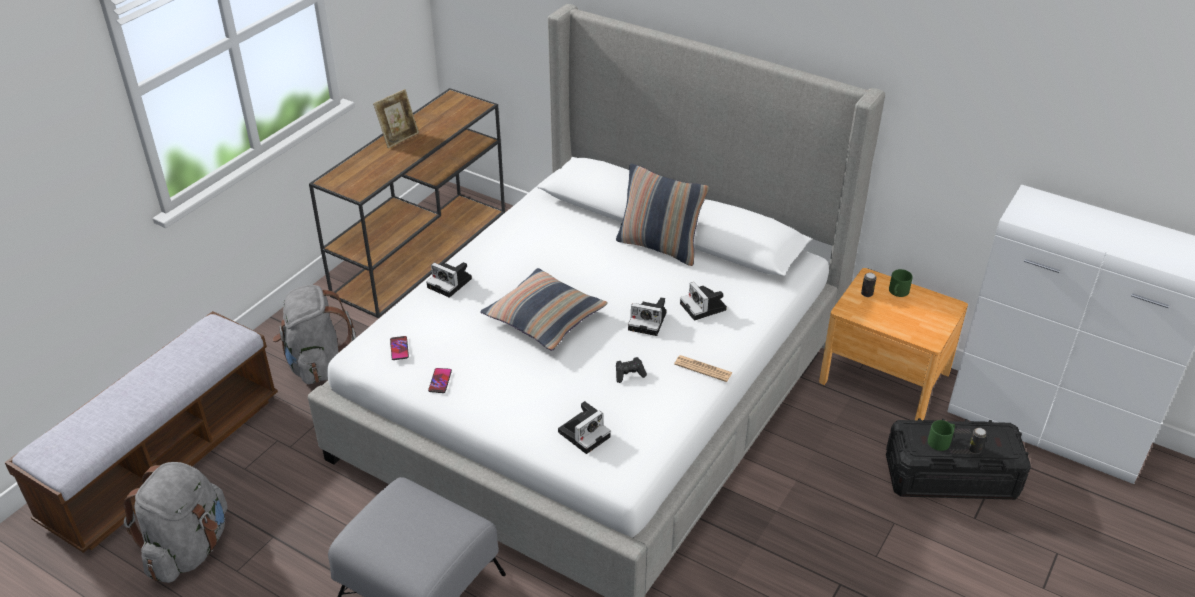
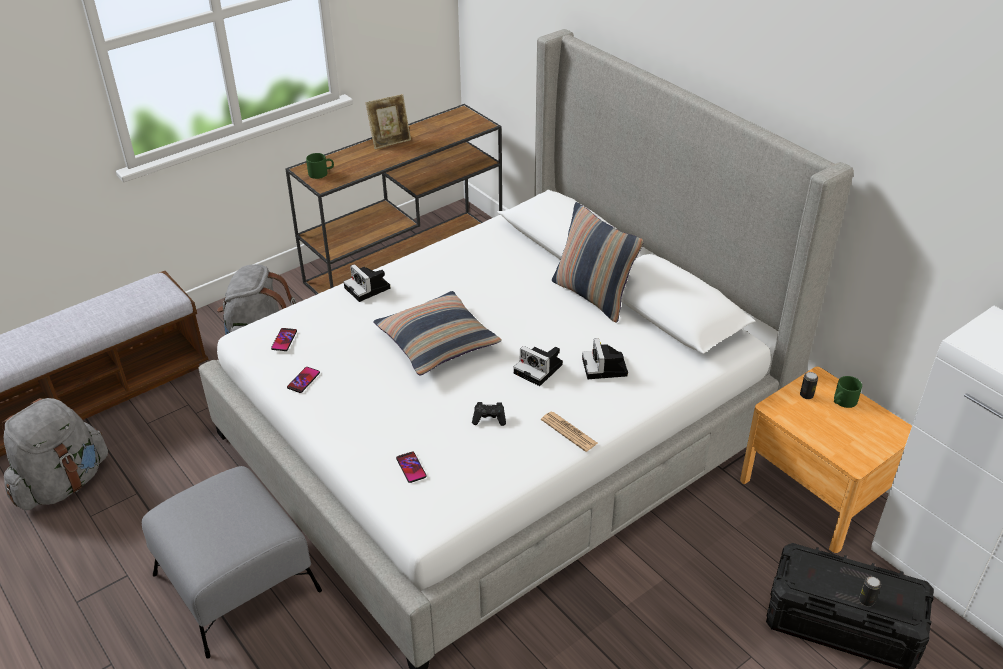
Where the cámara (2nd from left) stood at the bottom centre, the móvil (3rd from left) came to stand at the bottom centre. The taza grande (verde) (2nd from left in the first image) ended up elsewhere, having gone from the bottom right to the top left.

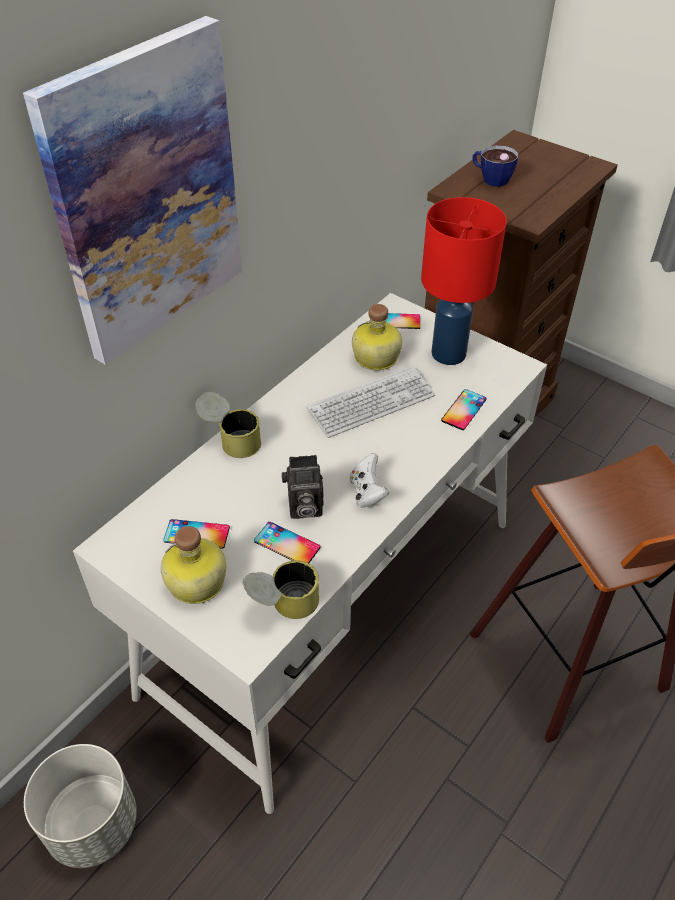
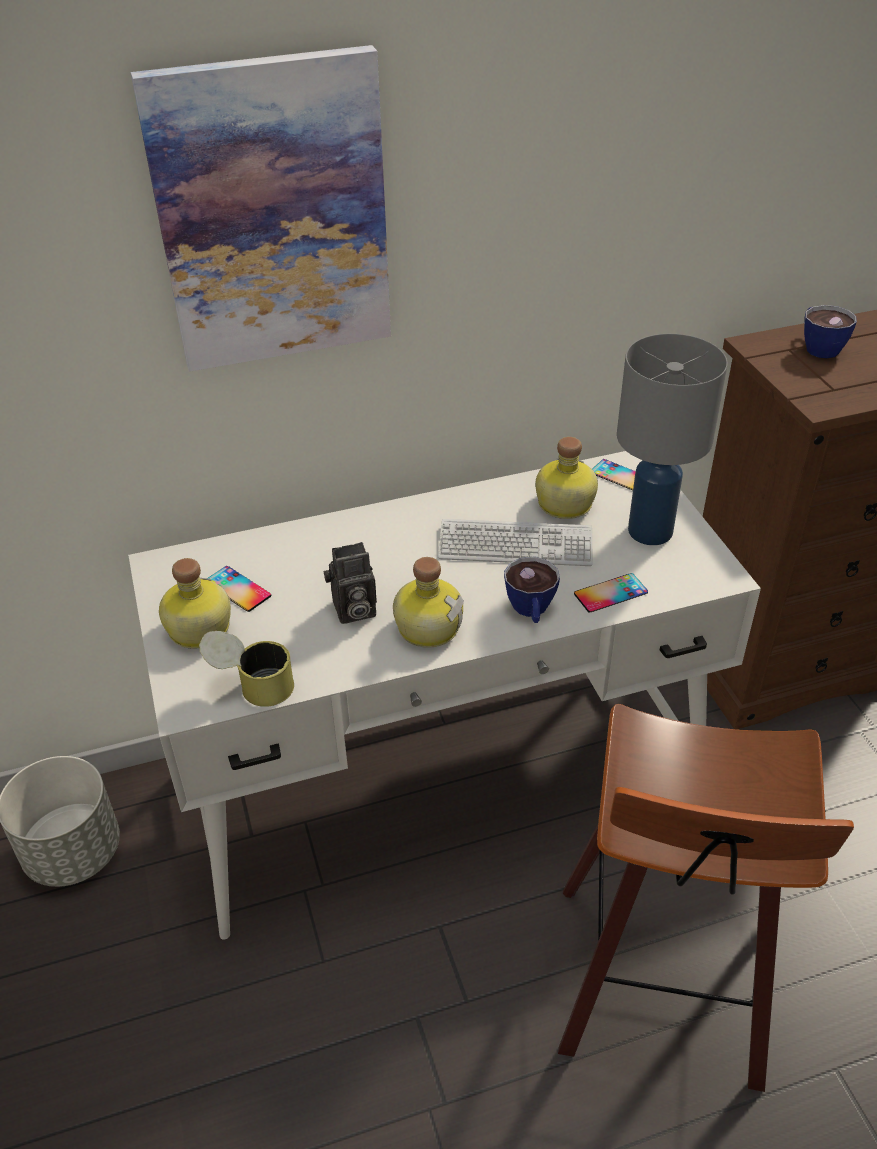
What was the lámpara de mesa (rojo) at the top right turned into the lámpara de mesa (gris) at the middle right. The second view lost the lata (1st from left) at the centre. Where the mando de consola (blanco) stood at the centre, the botella (2nd from left) came to stand at the centre. The cámara at the centre ended up facing another way, 45 degrees counterclockwise from before. The second view lost the móvil (2nd from left) at the centre. The second view gained the taza (1st from left) at the centre.

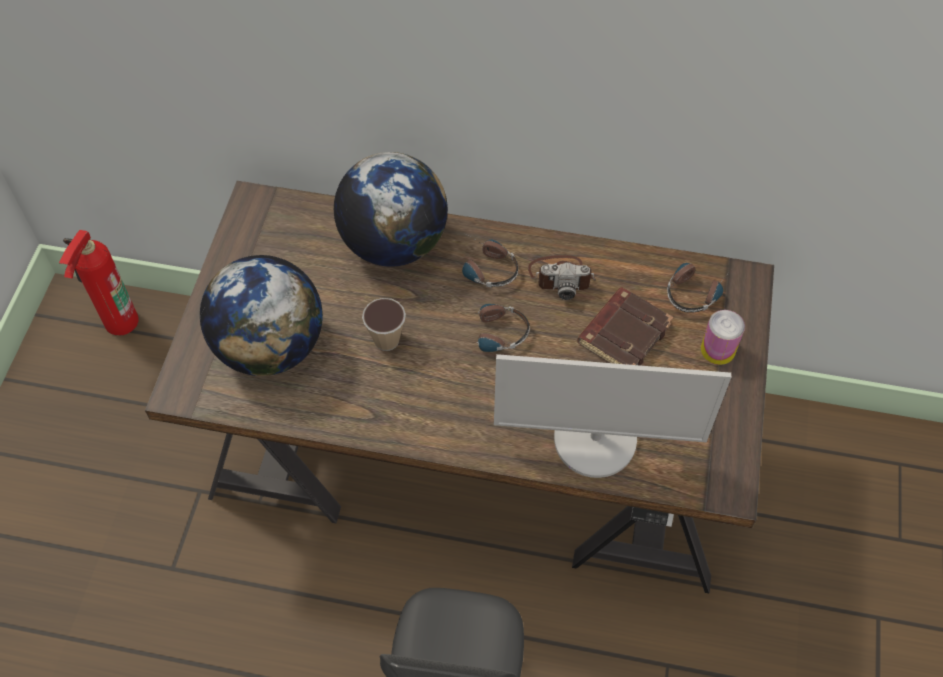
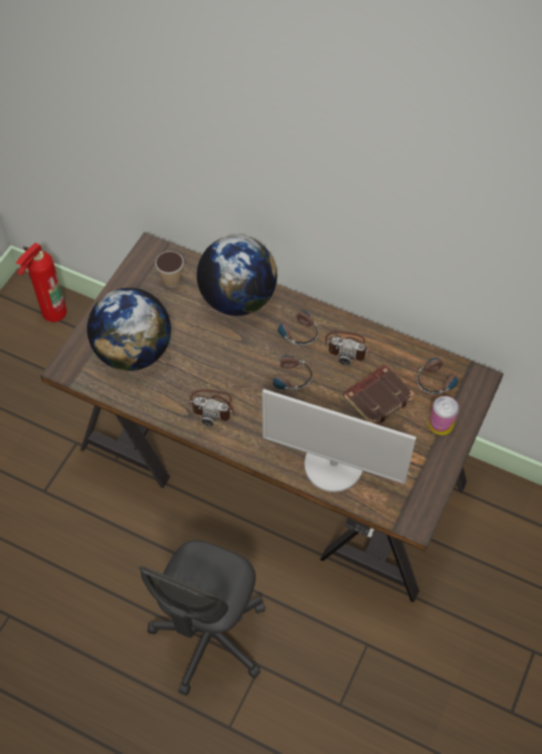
The taza ended up elsewhere, having gone from the centre to the middle left. The second view gained the cámara (1st from left) at the centre.

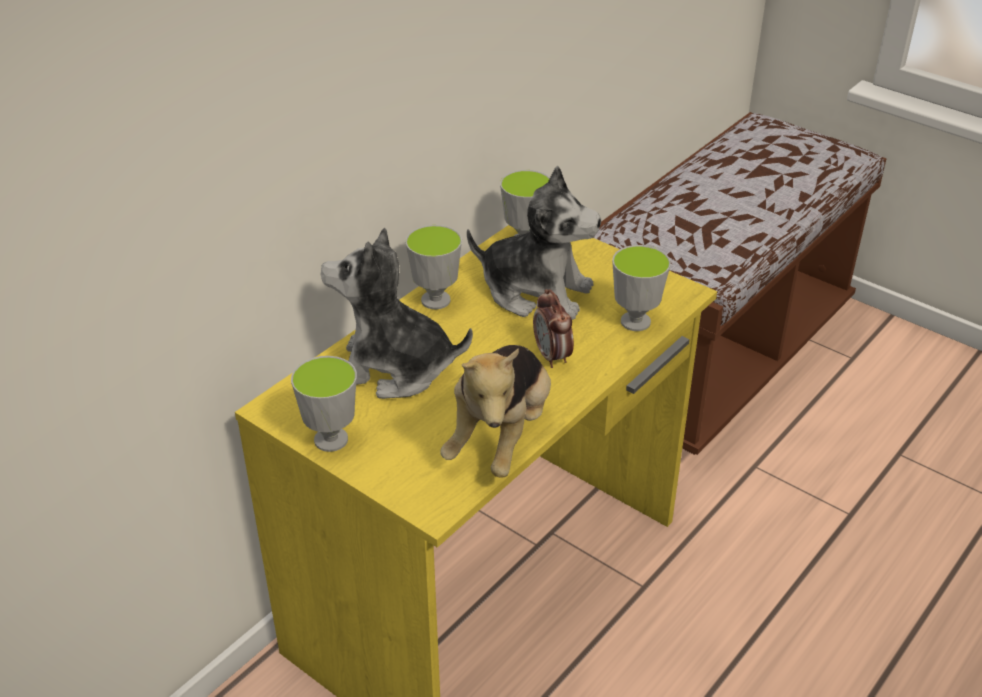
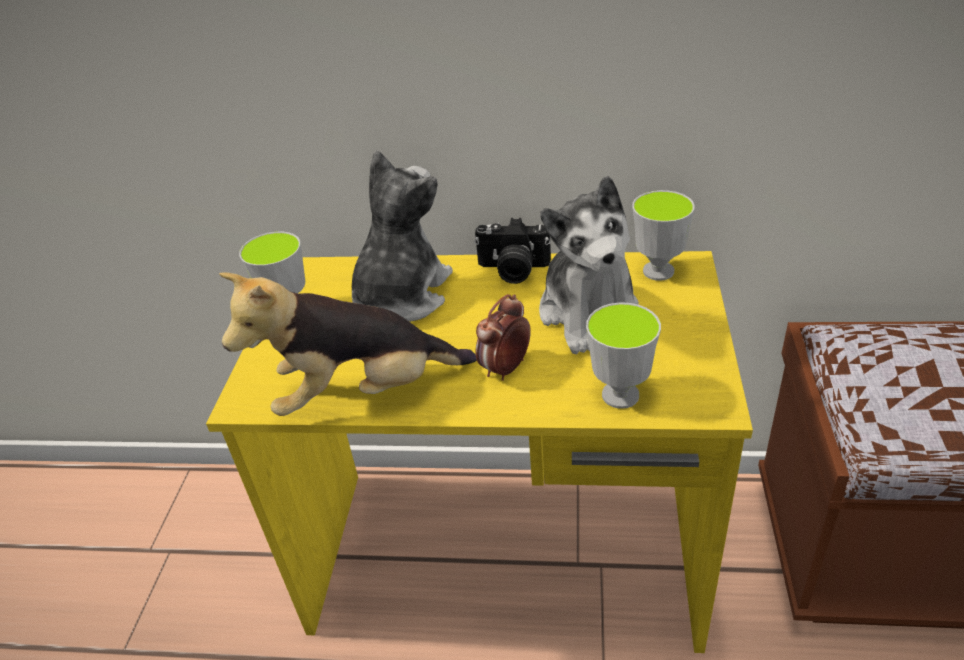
Where the taza (2nd from left) stood at the centre, the cámara came to stand at the centre. The peluche (1st from left in the first image) at the centre ended up facing another way, 45 degrees clockwise from before.

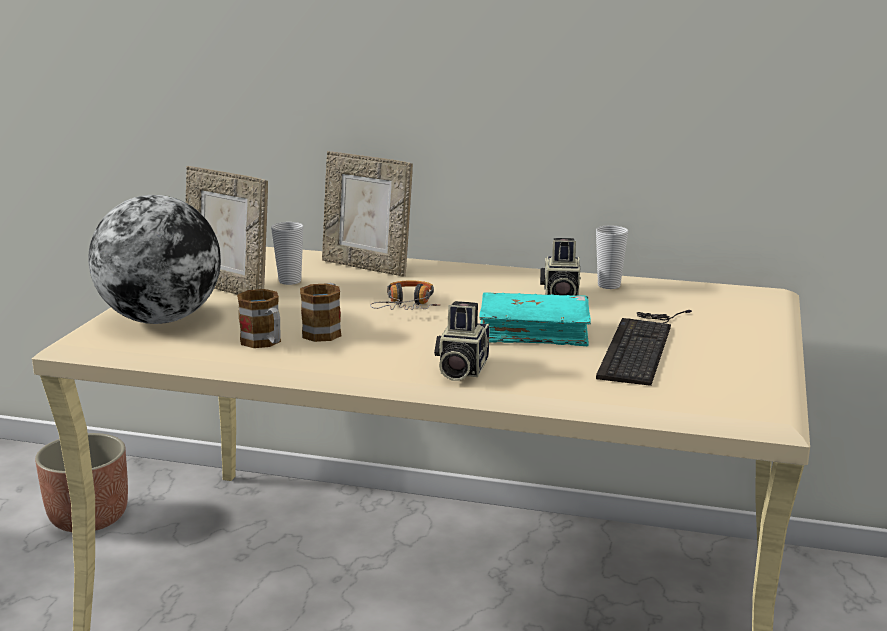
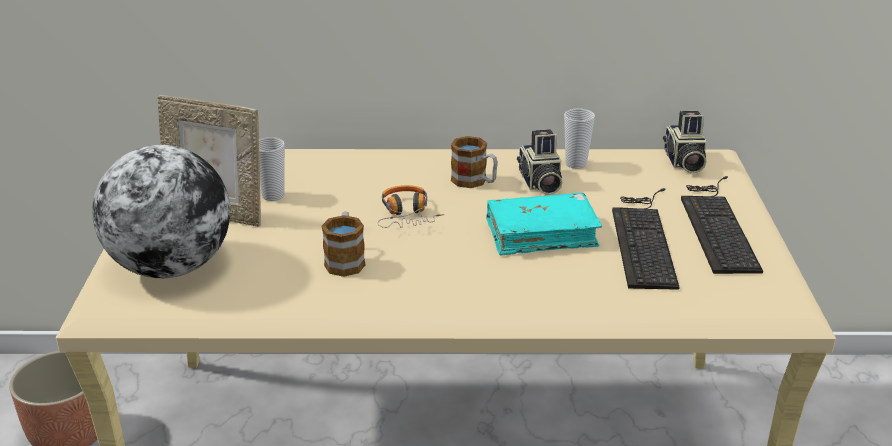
The second view lost the portarretratos (2nd from left) at the centre. The taza grande (1st from left in the first image) ended up elsewhere, having gone from the middle left to the centre. The cámara (1st from left in the first image) ended up elsewhere, having gone from the centre to the top right. The second view gained the teclado (2nd from left) at the middle right.

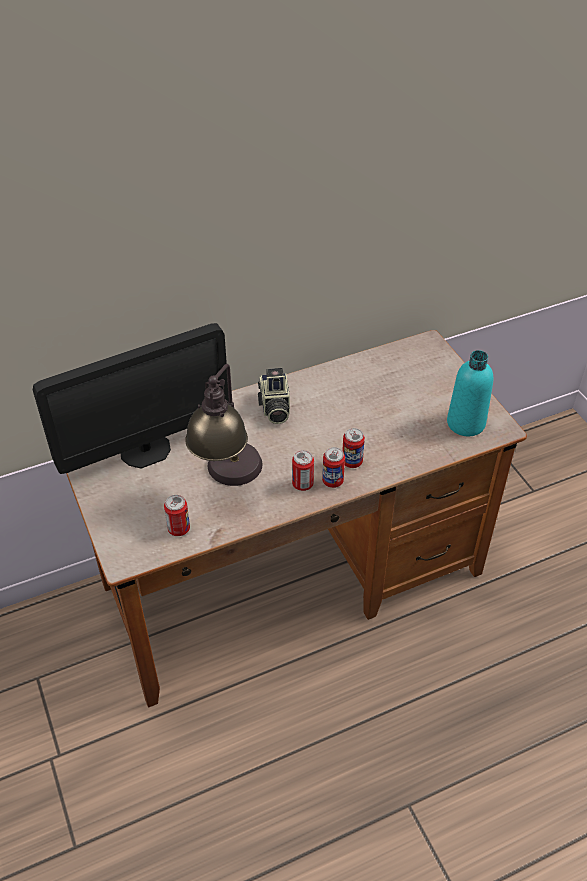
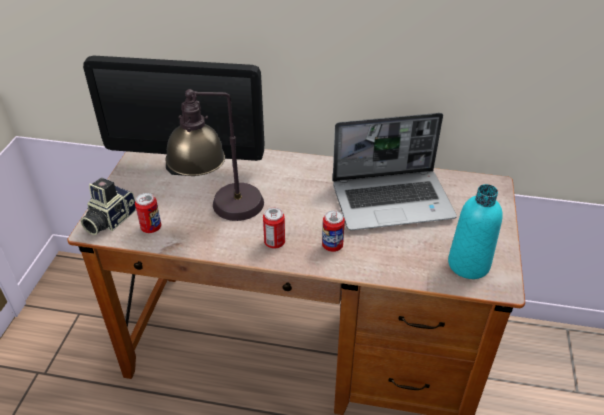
The cámara ended up elsewhere, having gone from the centre to the middle left. The second view lost the lata (3rd from left) at the centre. The second view gained the portátil at the centre.

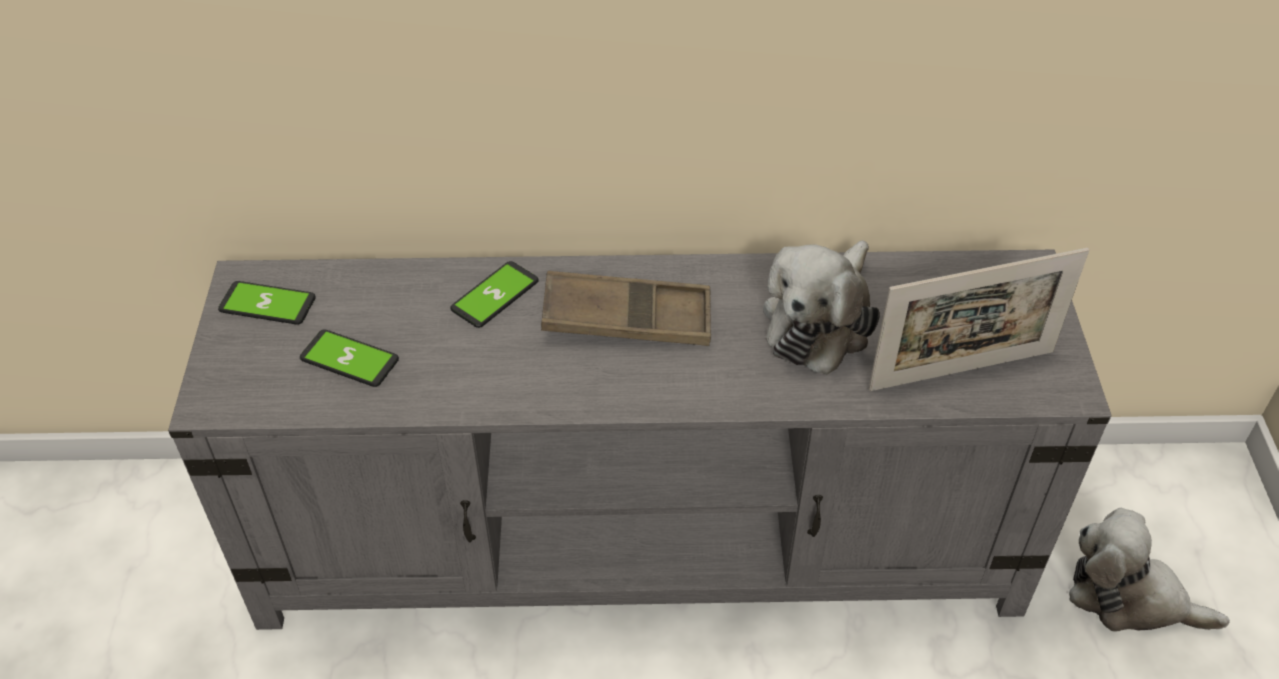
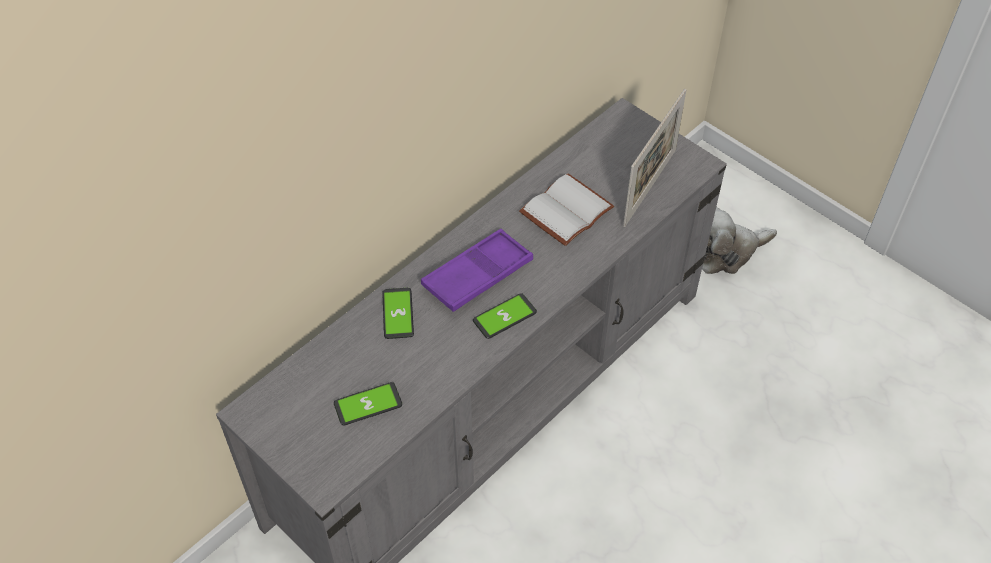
Where the peluche (1st from left) stood at the centre, the libro (blanco) came to stand at the centre. What was the bandeja (marrón) at the centre turned into the bandeja (morado) at the centre. The móvil (1st from left in the first image) ended up elsewhere, having gone from the middle left to the centre.

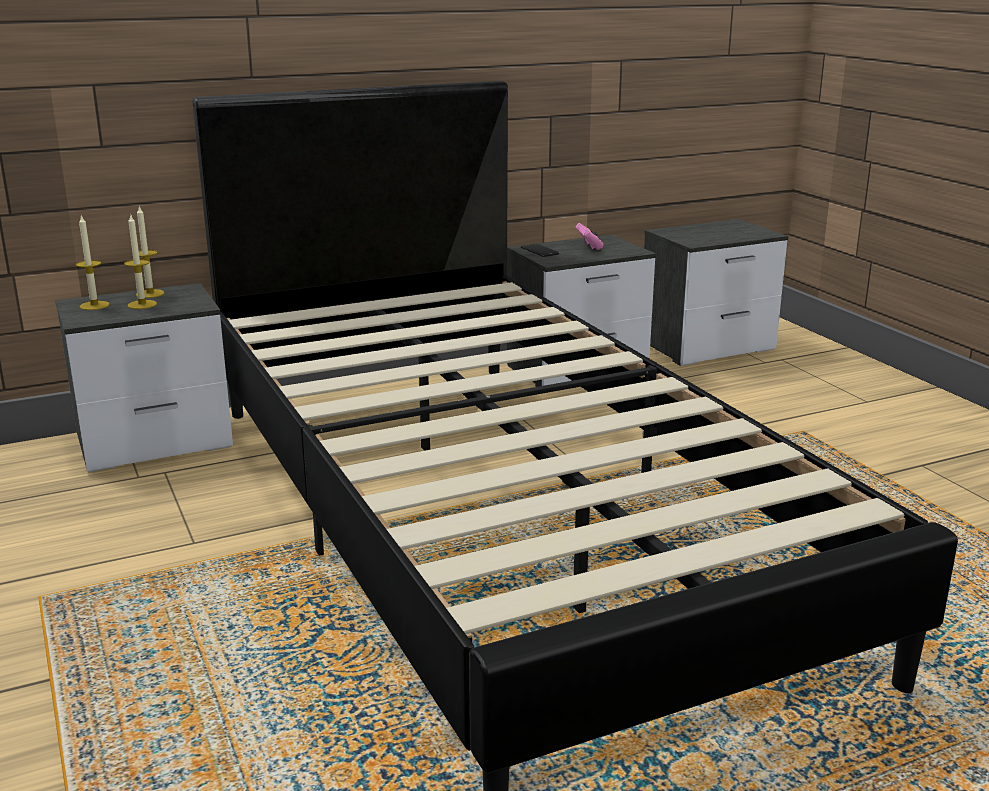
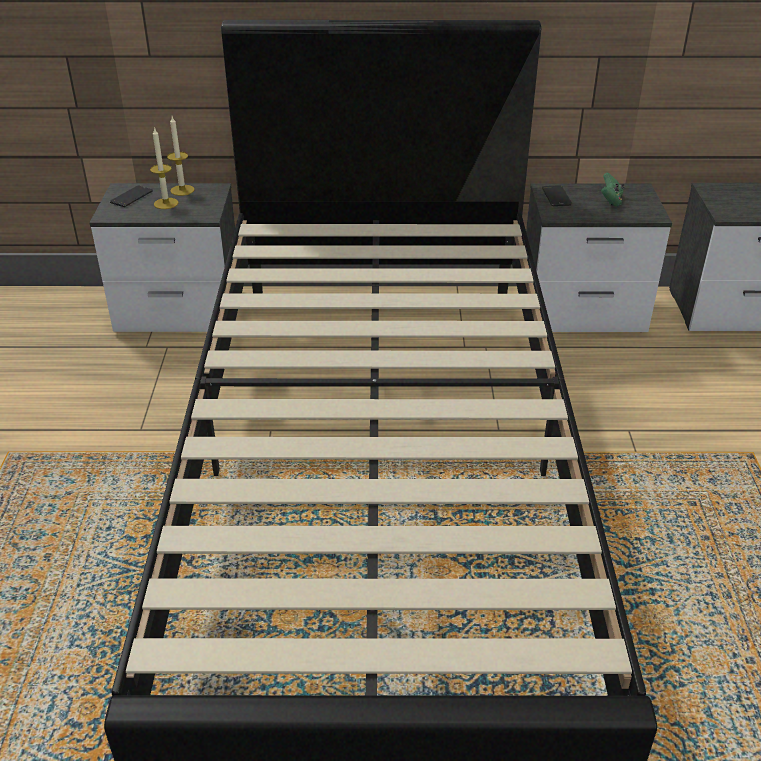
Where the vela (1st from left) stood at the top left, the móvil (1st from left) came to stand at the top left. What was the mando de consola (rosa) at the top centre turned into the mando de consola (verde) at the top right.

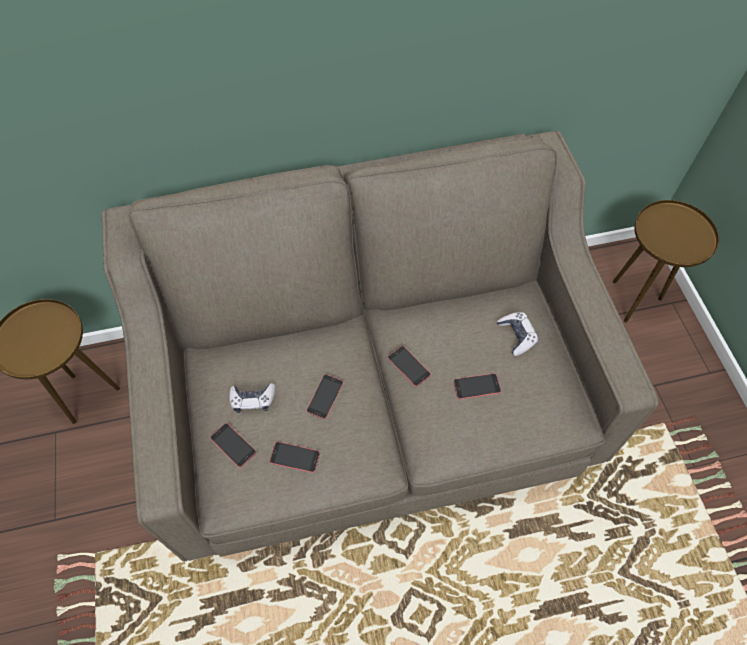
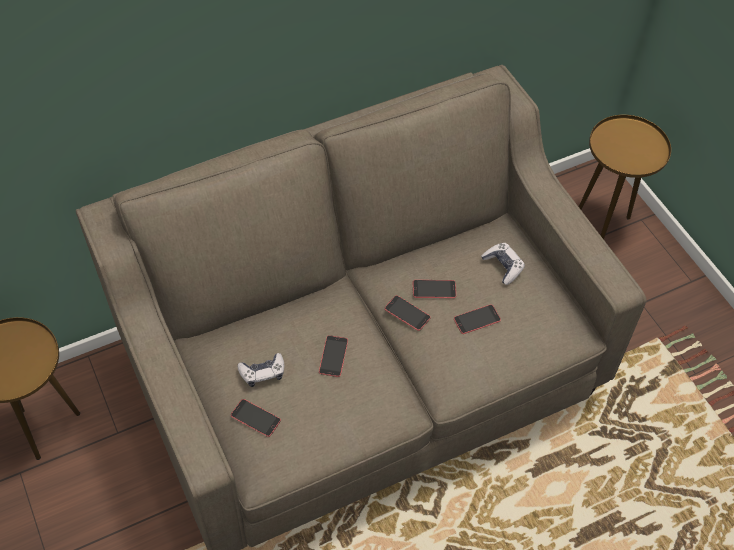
The móvil (2nd from left in the first image) ended up elsewhere, having gone from the bottom centre to the centre.

